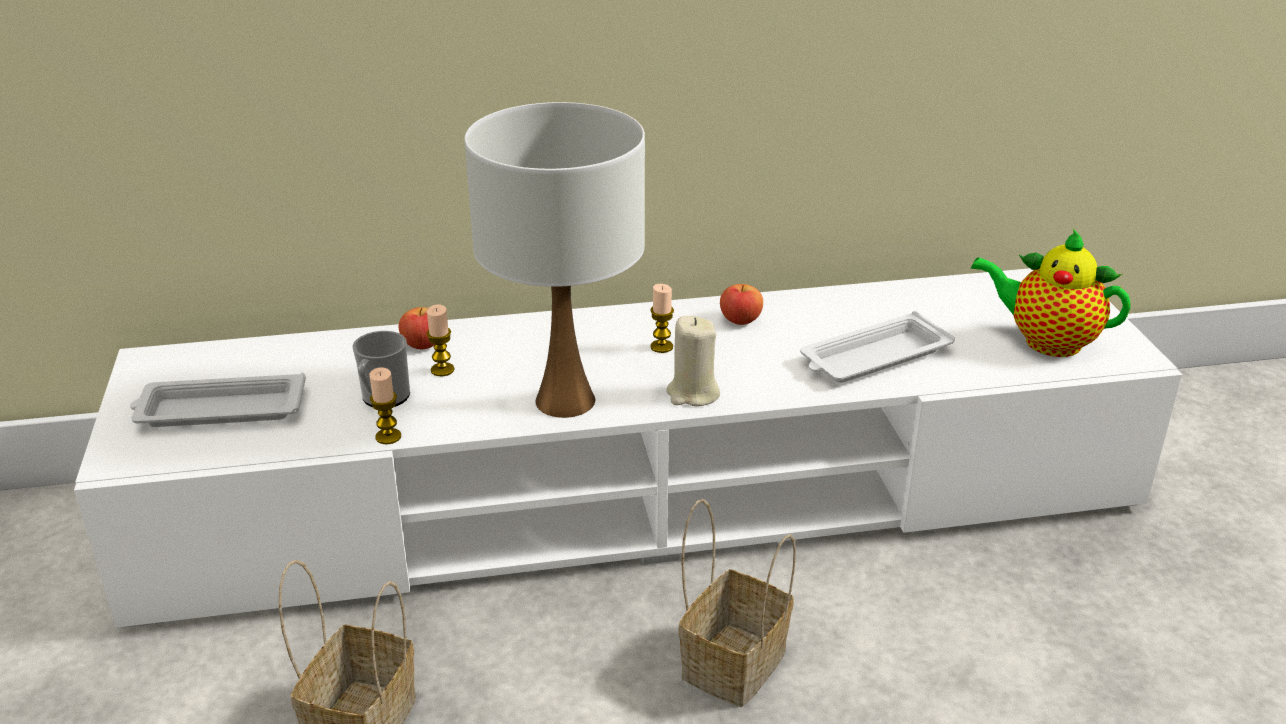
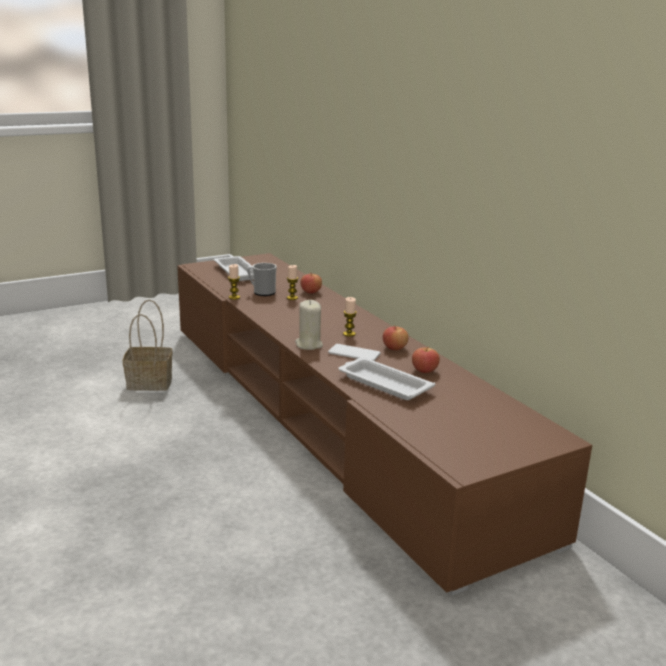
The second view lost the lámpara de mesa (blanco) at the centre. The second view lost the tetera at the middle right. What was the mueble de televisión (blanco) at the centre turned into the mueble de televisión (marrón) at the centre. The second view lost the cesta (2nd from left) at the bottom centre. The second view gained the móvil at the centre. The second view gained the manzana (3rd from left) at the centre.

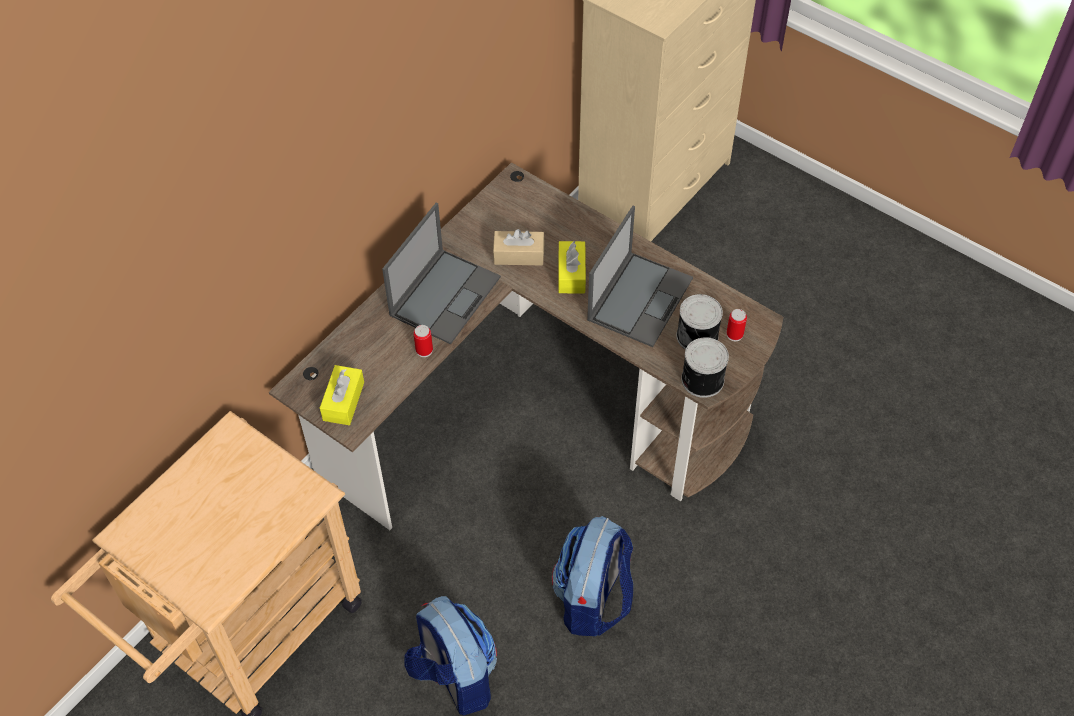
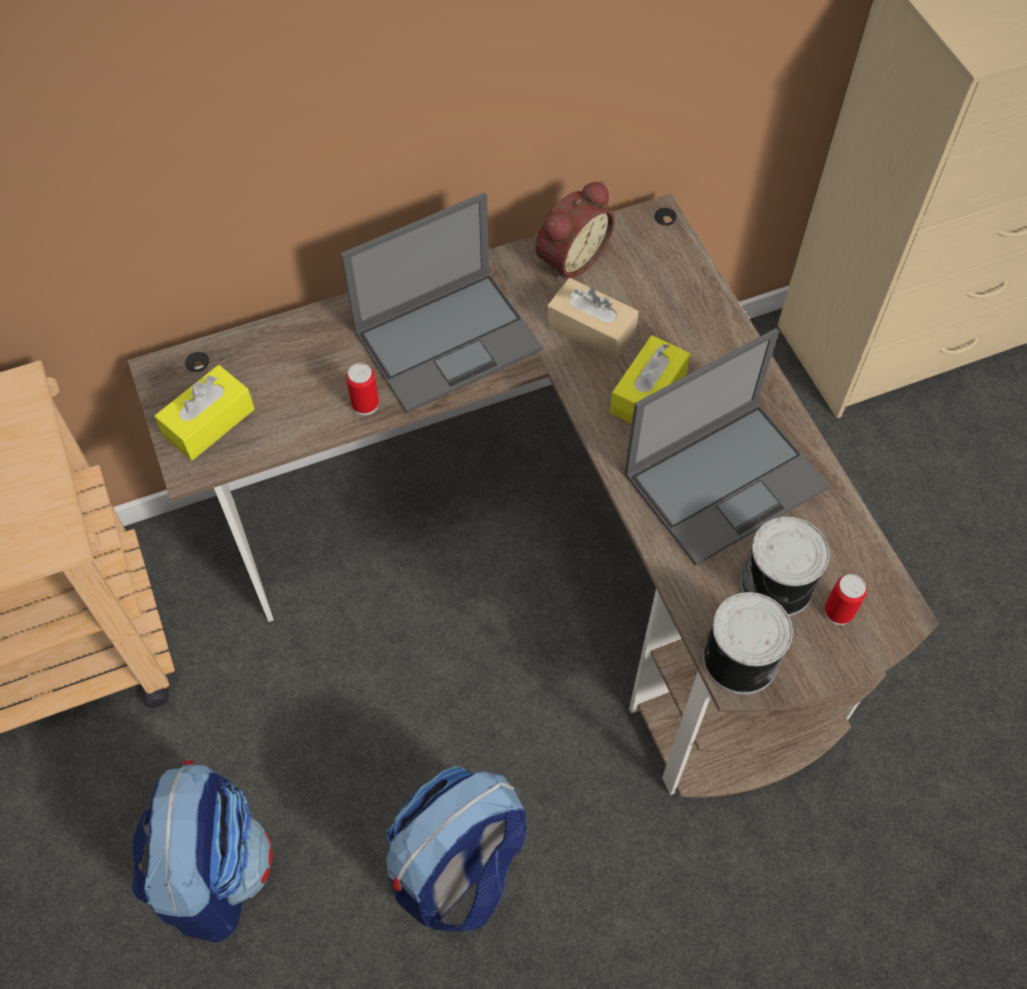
The second view gained the despertador at the top centre.

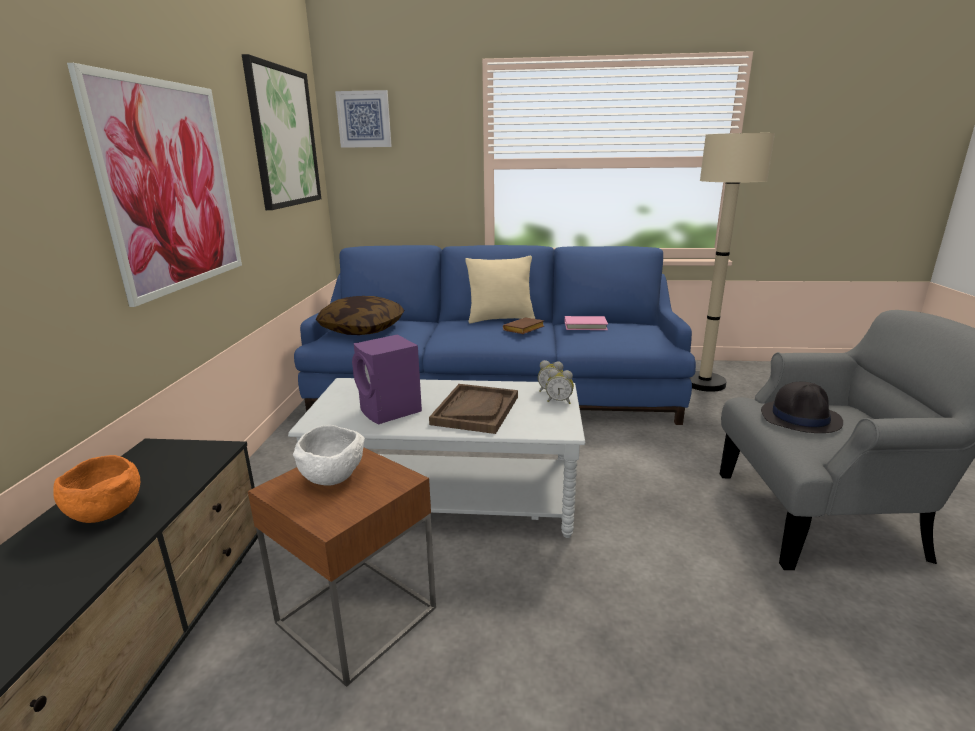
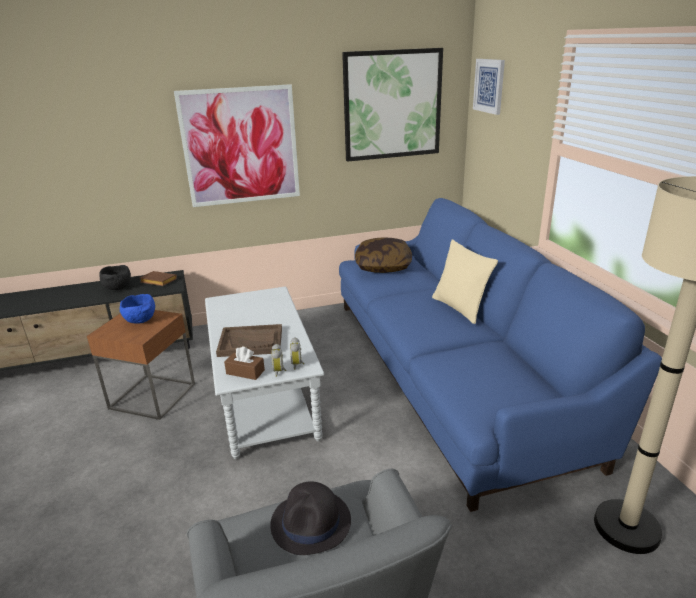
The second view lost the libro (rosa) at the centre. The libro (marrón) ended up elsewhere, having gone from the centre to the middle left. The second view lost the altavoz (morado) at the centre. What was the cuenco (blanco) at the centre turned into the cuenco (azul) at the middle left. What was the cuenco (naranja) at the bottom left turned into the cuenco (negro) at the middle left. The second view gained the caja de pañuelos (marrón) at the centre.

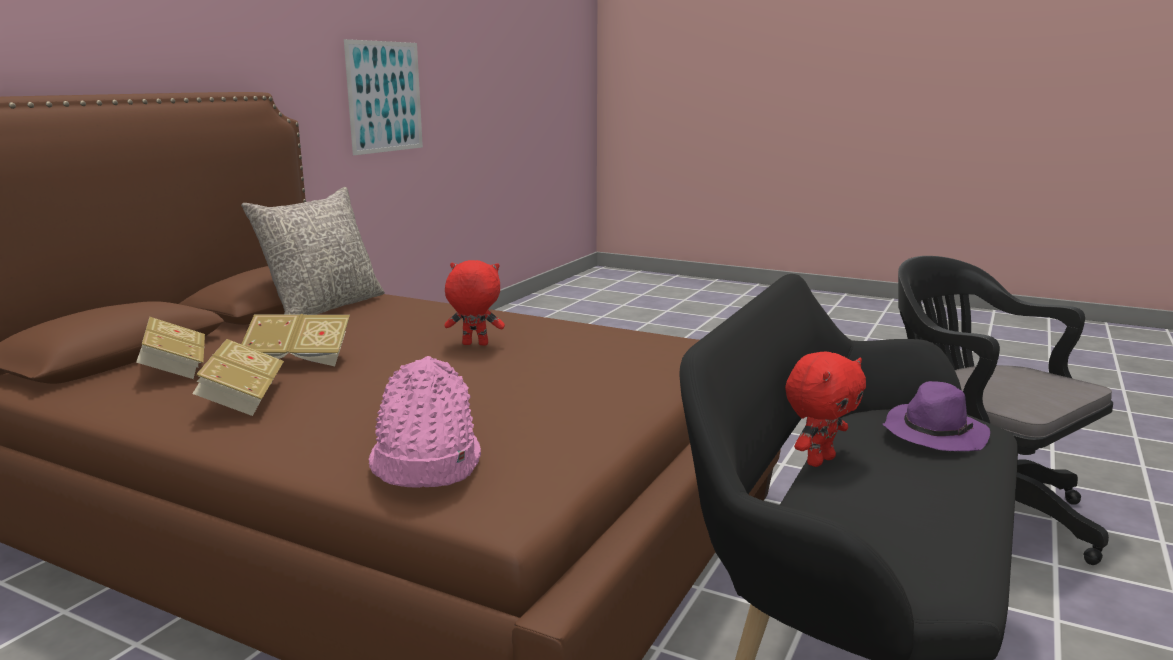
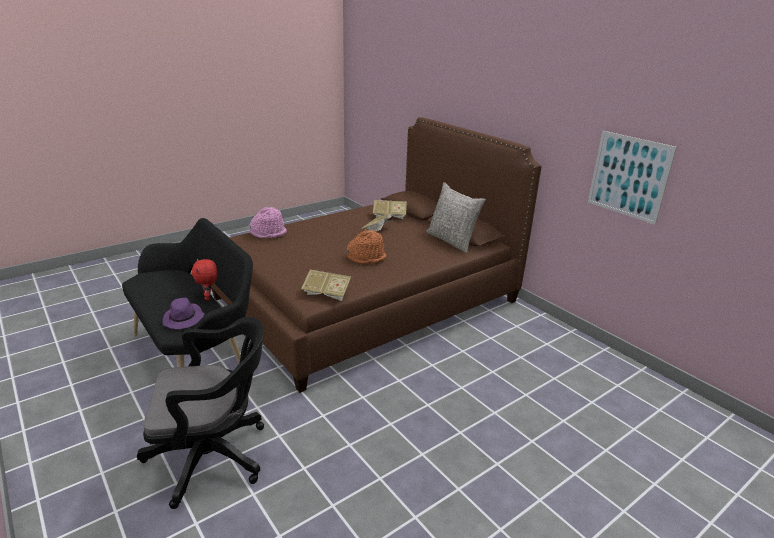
Where the peluche (rojo) (1st from left) stood at the centre, the sombrero (naranja) came to stand at the centre. The libro (2nd from left in the first image) ended up elsewhere, having gone from the middle left to the centre.

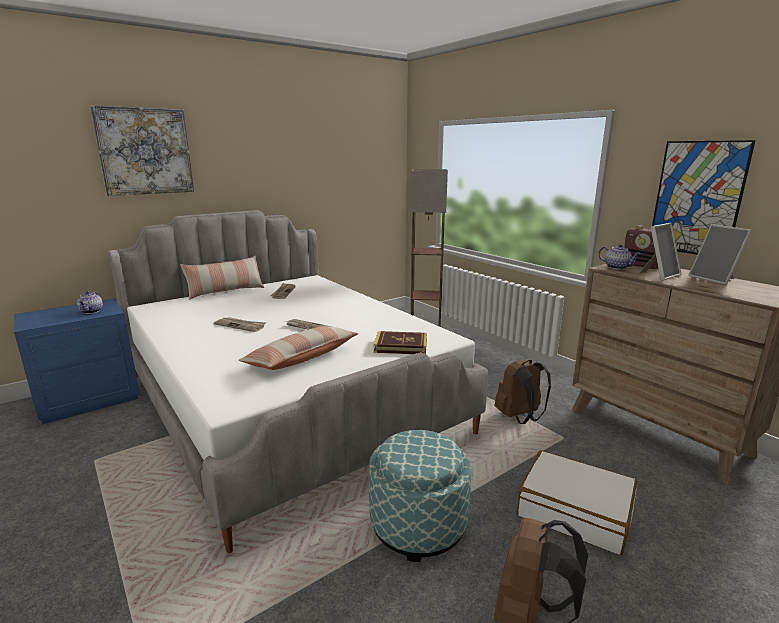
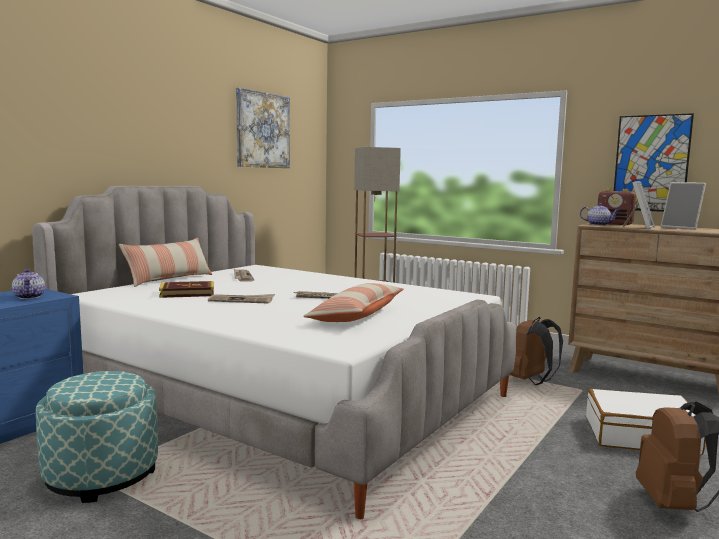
The cuadro (1st from left) ended up elsewhere, having gone from the top left to the top centre. The libro ended up elsewhere, having gone from the centre to the middle left. The puf ended up elsewhere, having gone from the bottom centre to the bottom left.

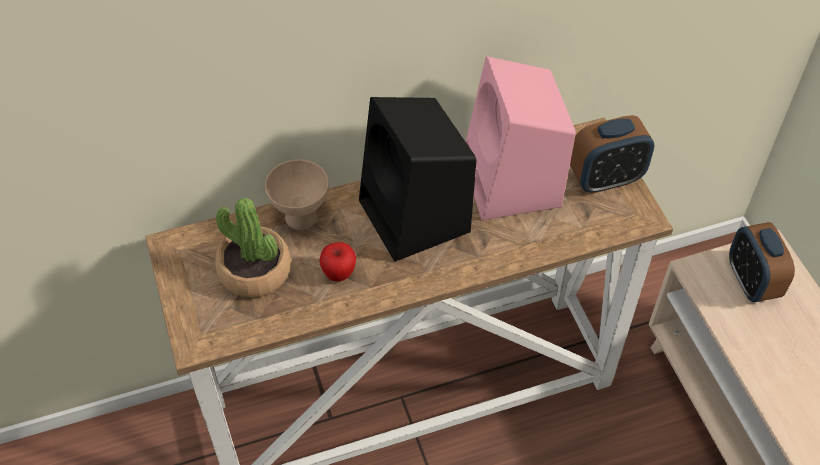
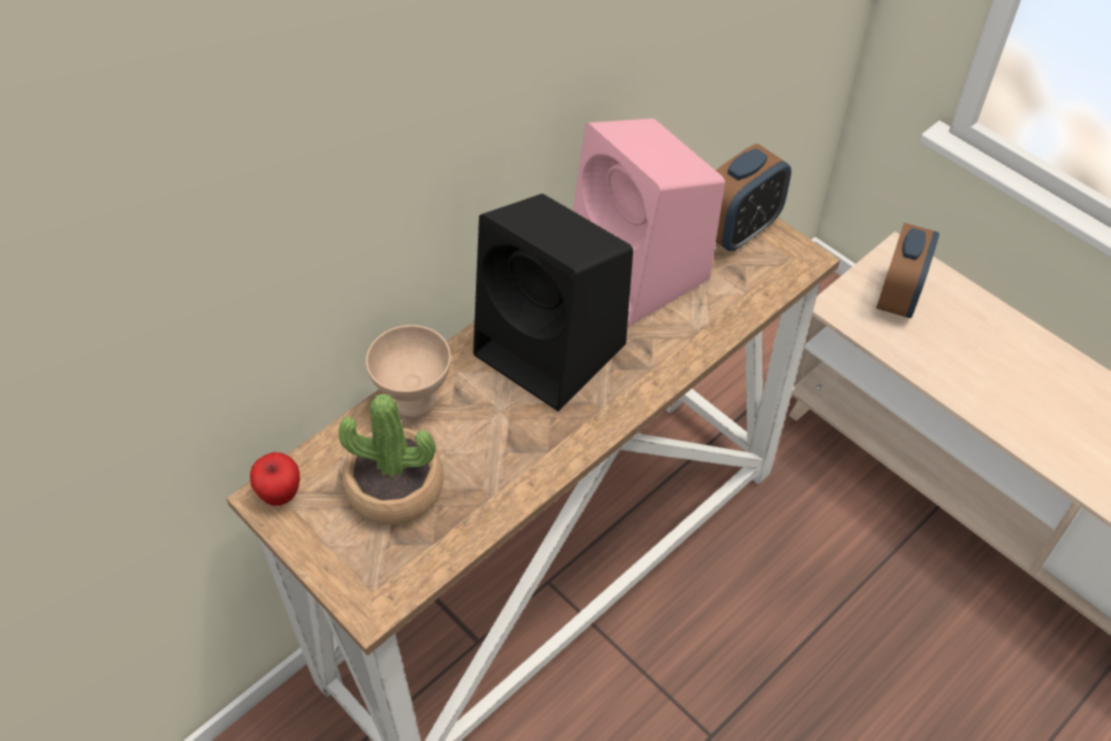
The despertador (2nd from left) at the middle right ended up facing another way, 120 degrees counterclockwise from before. The manzana ended up elsewhere, having gone from the centre to the middle left.

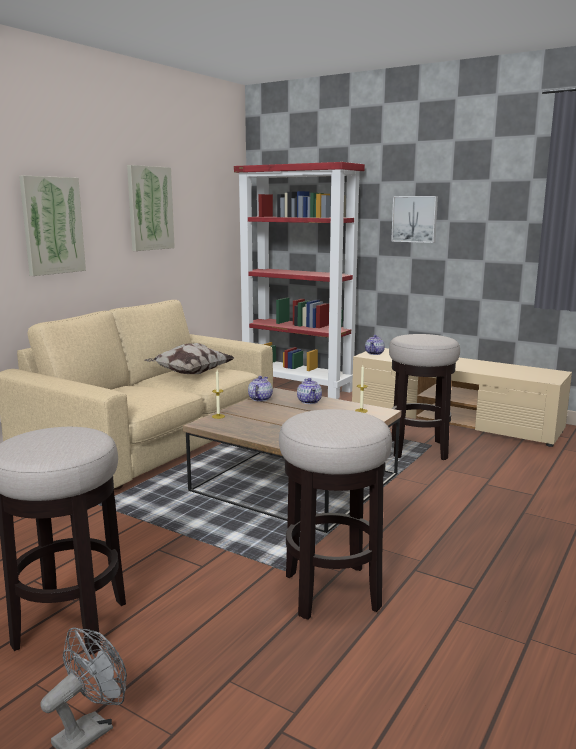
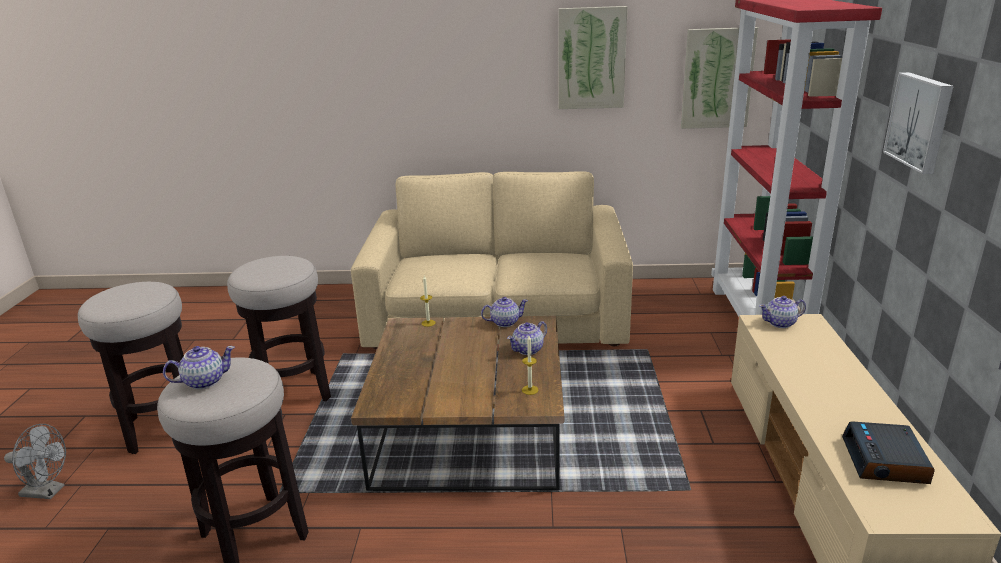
The cuadro (1st from left in the first image) ended up elsewhere, having gone from the top left to the top right. The taburete (3rd from left) ended up elsewhere, having gone from the middle right to the middle left. The second view lost the cojín at the middle left. The second view gained the tetera (1st from left) at the middle left. The second view gained the despertador at the bottom right.

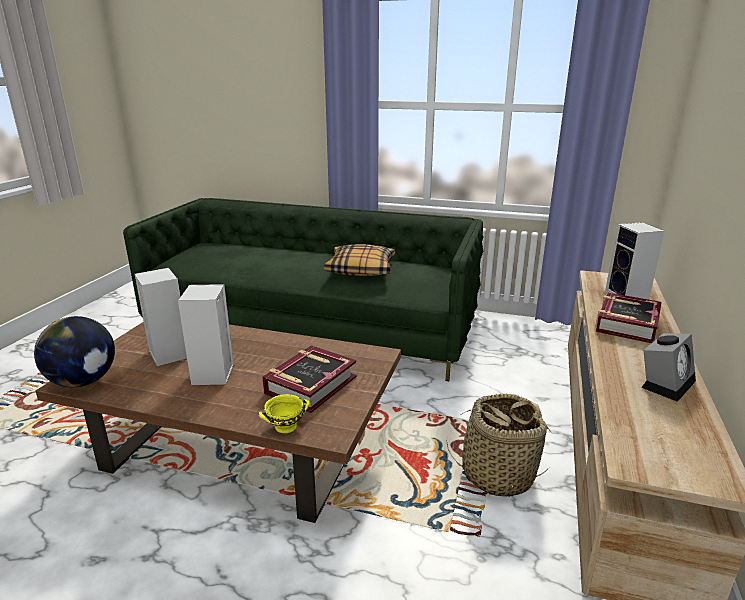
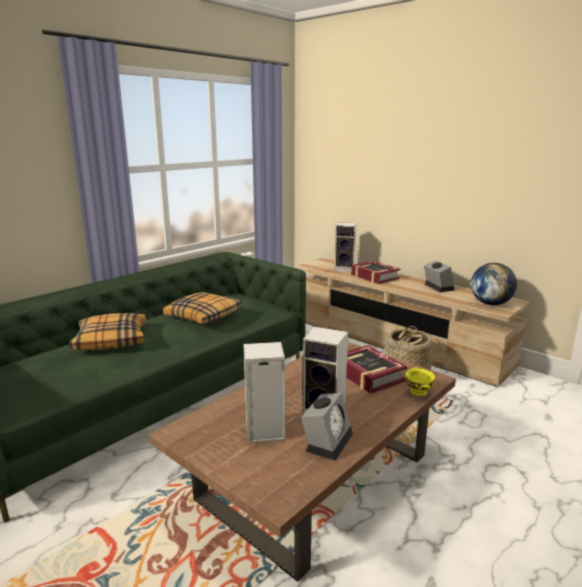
The globo terráqueo ended up elsewhere, having gone from the middle left to the middle right. The second view gained the cojín (1st from left) at the middle left. The second view gained the despertador (1st from left) at the bottom centre.

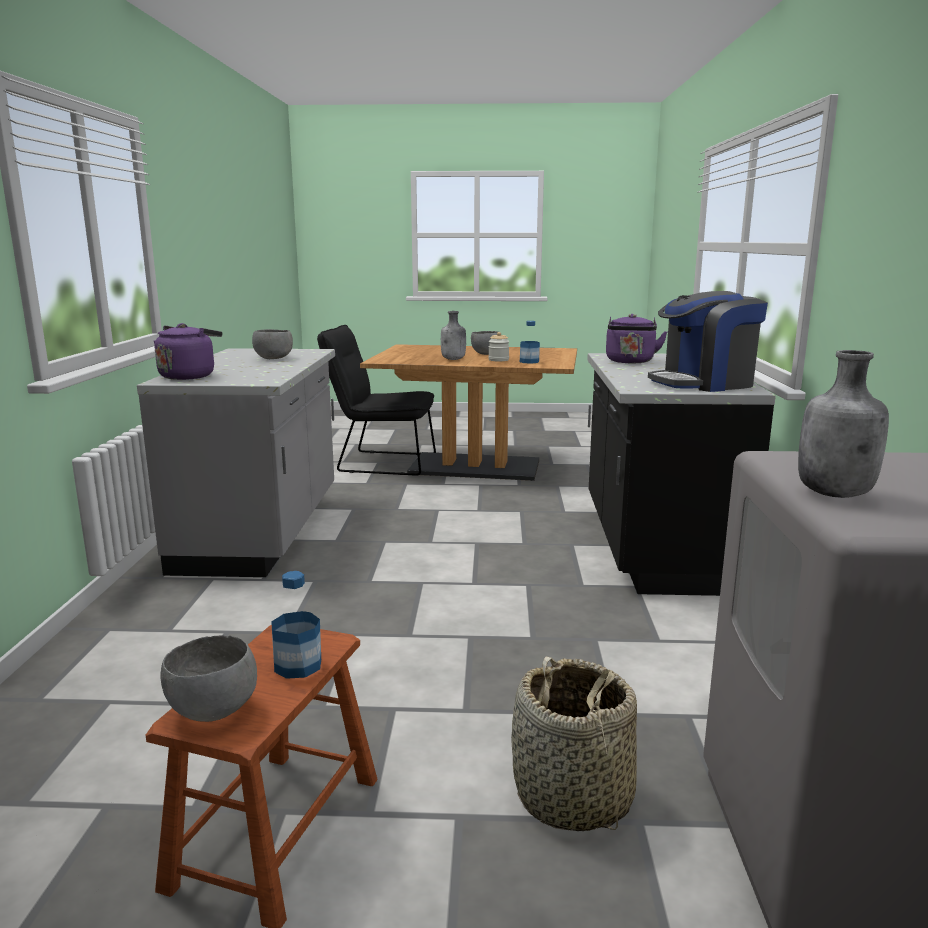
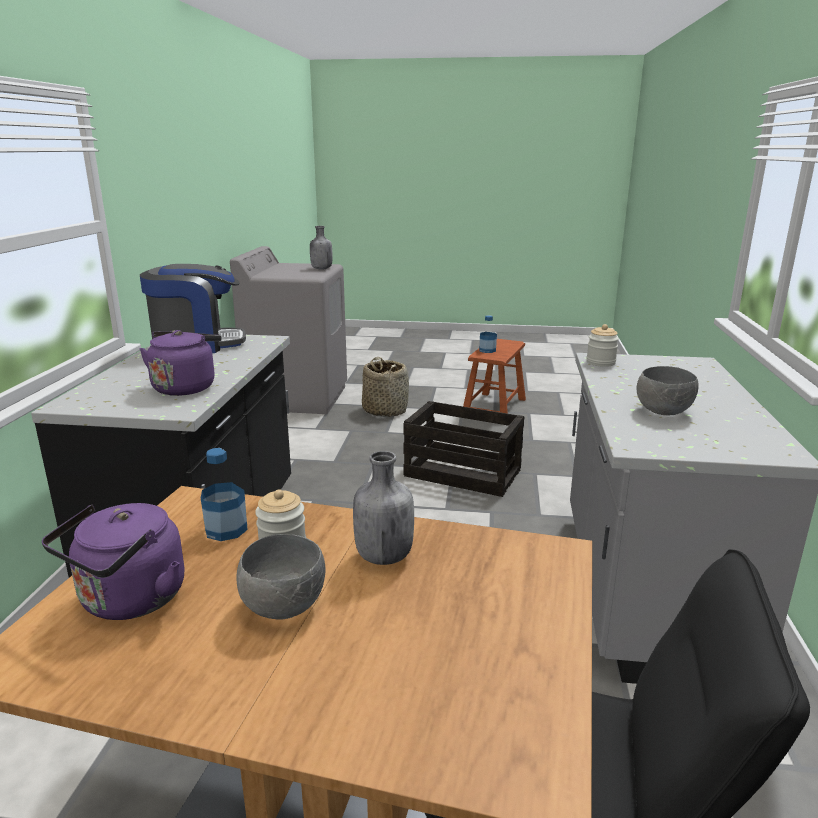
The hervidor (morado) (1st from left) ended up elsewhere, having gone from the middle left to the bottom left. The second view lost the cuenco (gris) (1st from left) at the bottom left. The second view gained the tarro (2nd from left) at the middle right. The second view gained the caja de embalaje at the centre.

